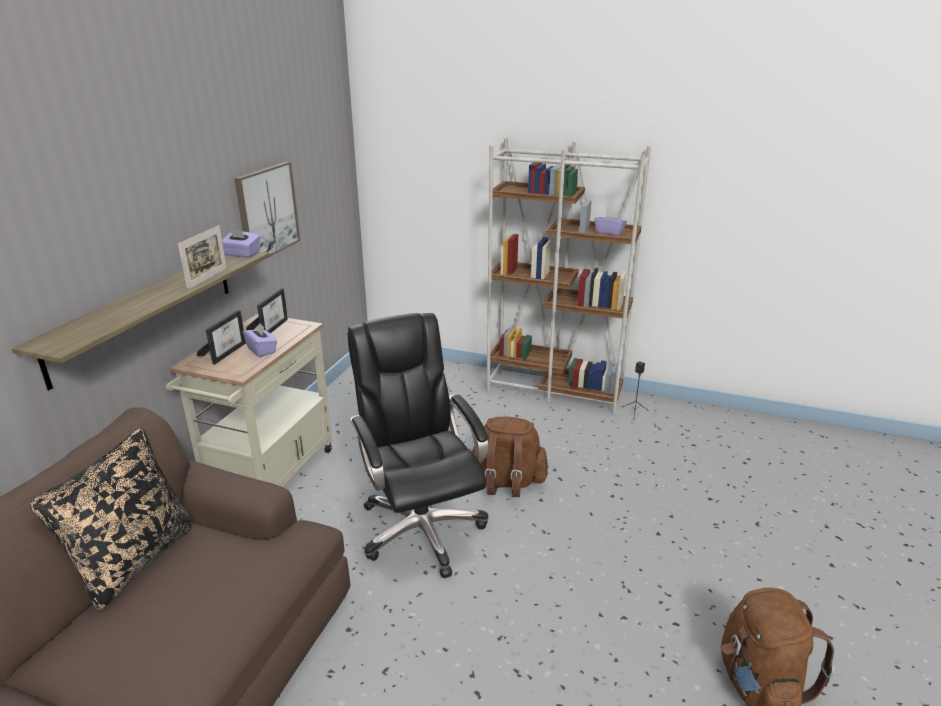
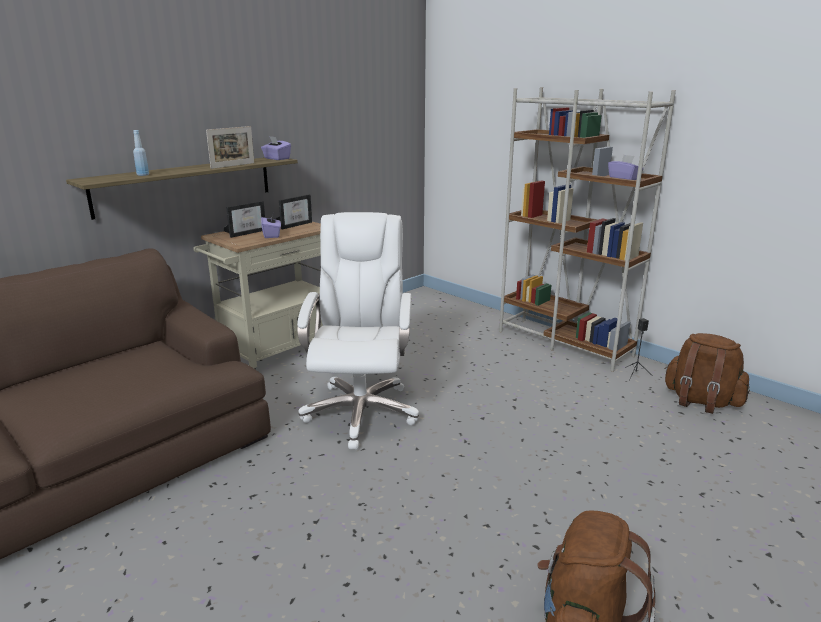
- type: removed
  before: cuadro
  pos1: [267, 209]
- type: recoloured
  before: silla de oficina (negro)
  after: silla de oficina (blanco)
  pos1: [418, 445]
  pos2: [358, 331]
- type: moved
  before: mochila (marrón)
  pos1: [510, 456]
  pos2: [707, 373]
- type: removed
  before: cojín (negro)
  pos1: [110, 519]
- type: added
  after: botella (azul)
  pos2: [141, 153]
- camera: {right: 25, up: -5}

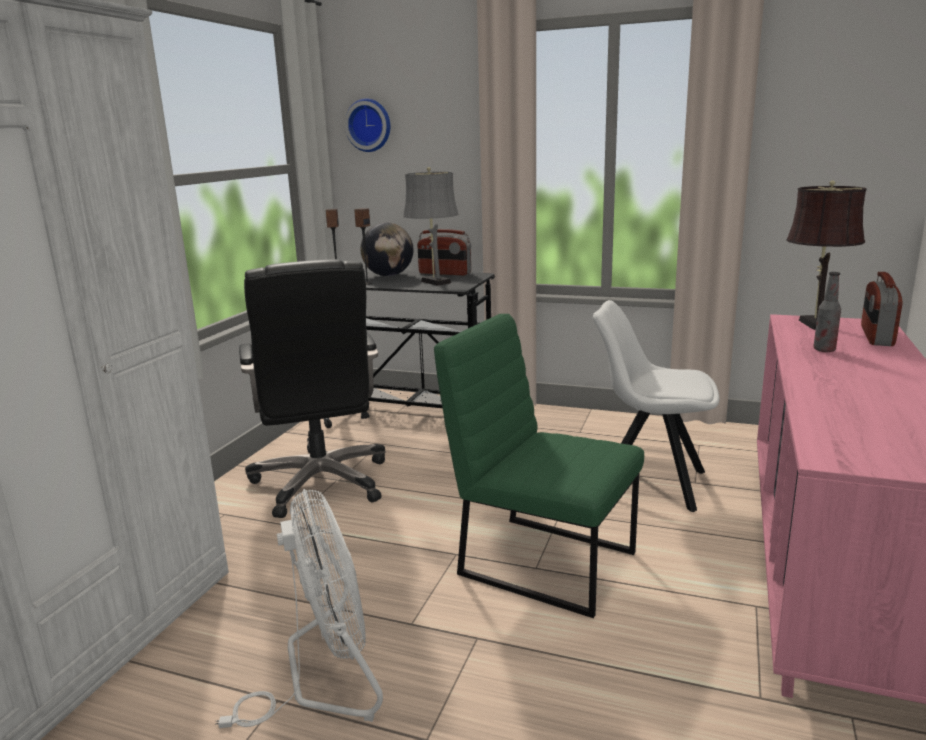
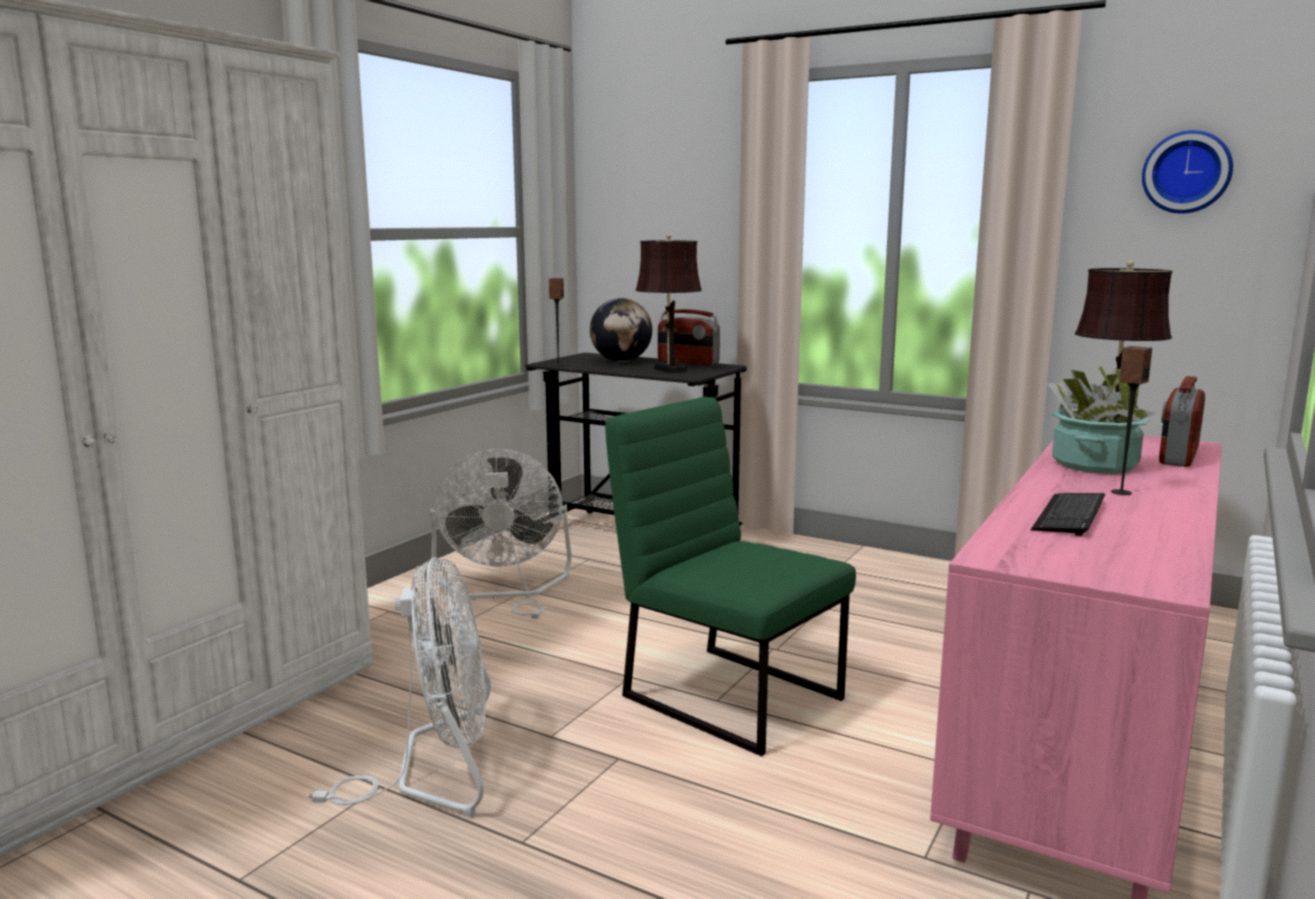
- type: moved
  before: reloj de pared
  pos1: [367, 125]
  pos2: [1187, 172]
- type: recoloured
  before: lámpara de mesa (gris)
  after: lámpara de mesa (marrón)
  pos1: [431, 226]
  pos2: [668, 303]
- type: moved
  before: altavoz
  pos1: [363, 246]
  pos2: [1131, 420]
- type: replaced
  before: silla de oficina (negro)
  after: ventilador (blanco)
  pos1: [312, 388]
  pos2: [501, 534]
- type: replaced
  before: botella
  after: planta en maceta
  pos1: [827, 312]
  pos2: [1101, 419]
- type: removed
  before: silla (blanco)
  pos1: [656, 406]
- type: added
  after: teclado
  pos2: [1068, 514]
- camera: {right: 10, up: -5}

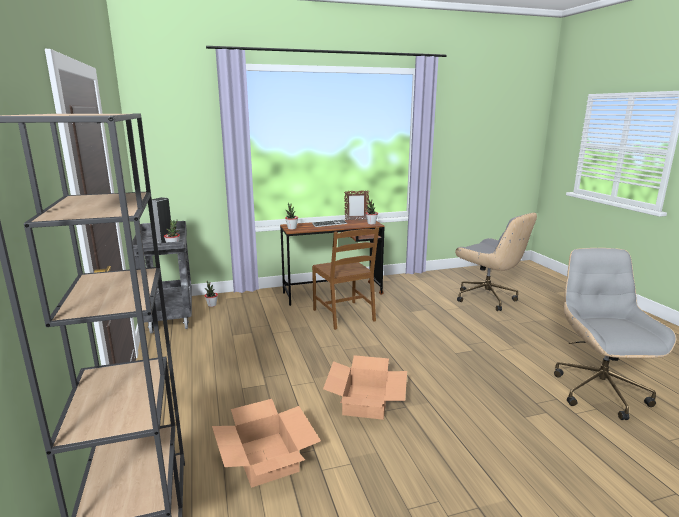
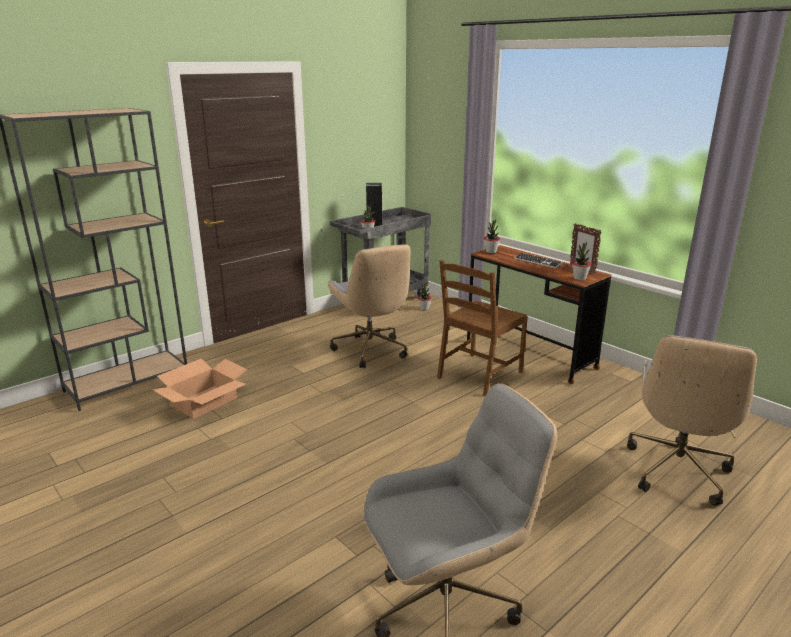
- type: removed
  before: caja de cartón
  pos1: [365, 387]
- type: added
  after: silla de oficina (gris)
  pos2: [369, 306]
- camera: {right: 65, up: 5}

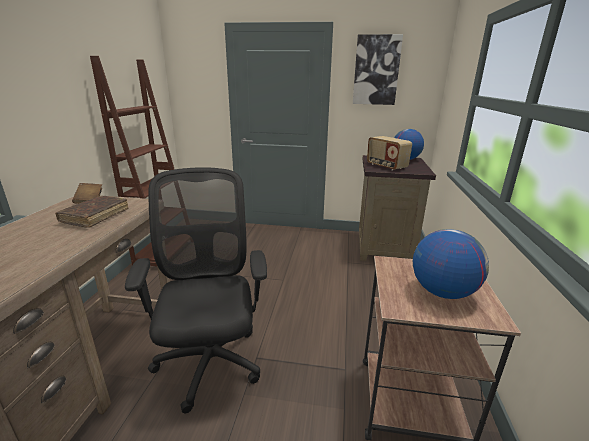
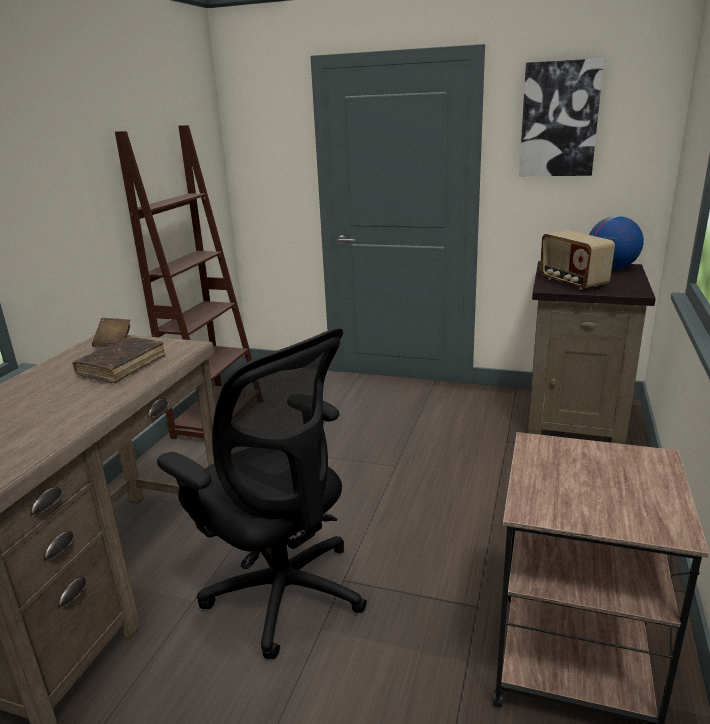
- type: turned
  before: silla de oficina (negro)
  pos1: [196, 290]
  pos2: [262, 493]
  turn: 135
- type: removed
  before: globo terráqueo
  pos1: [451, 264]
- camera: {right: 10, up: 0}

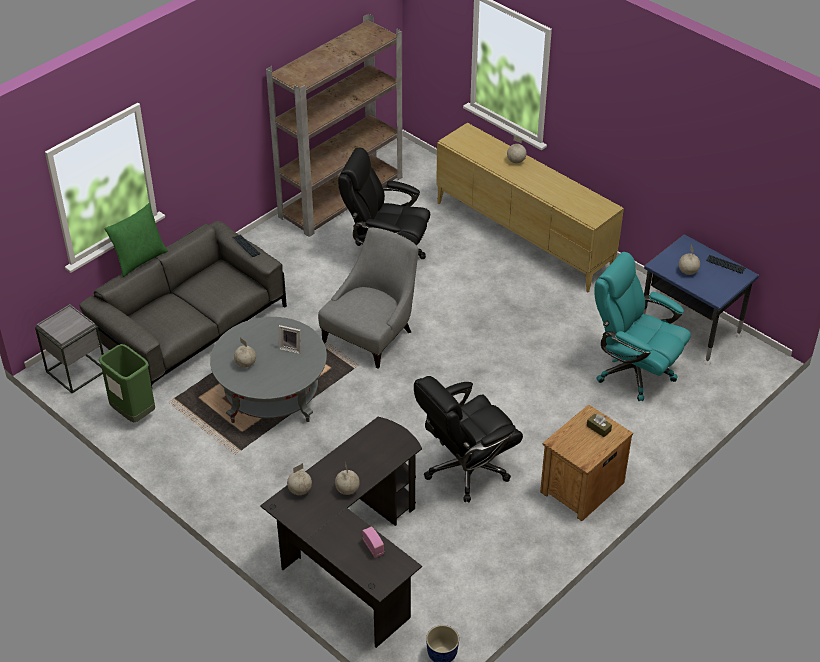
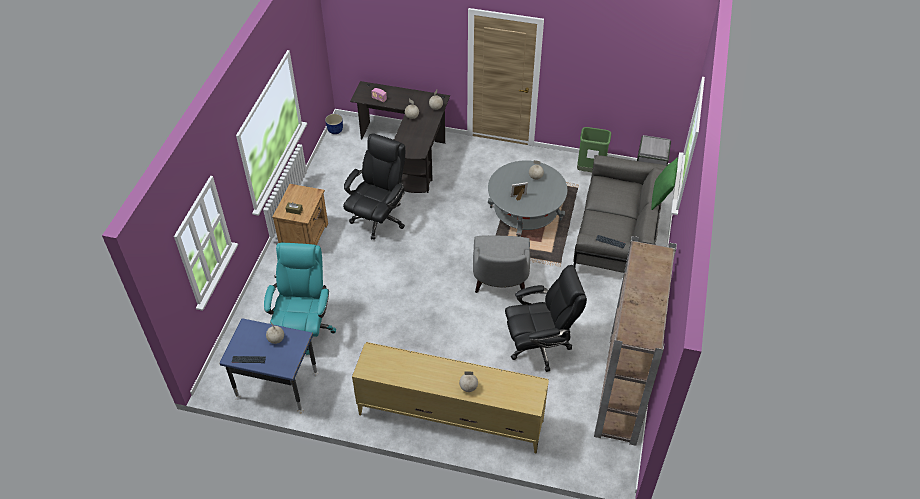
- type: turned
  before: silla de oficina (turquesa)
  pos1: [642, 326]
  pos2: [300, 298]
  turn: -90
- camera: {right: 150, up: 5}

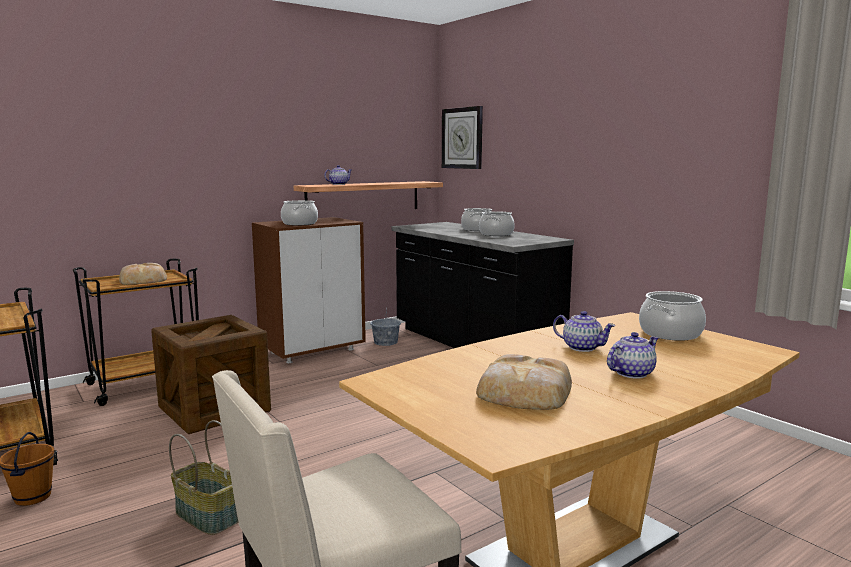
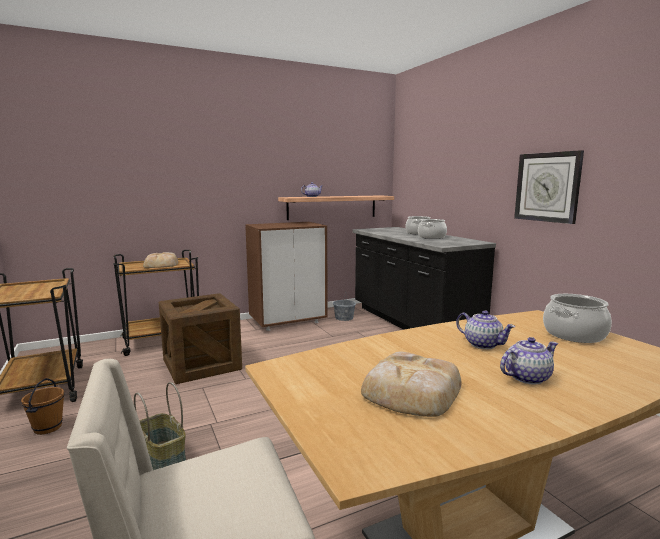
- type: moved
  before: reloj de pared
  pos1: [462, 137]
  pos2: [549, 187]
- type: removed
  before: olla
  pos1: [299, 212]
- camera: {right: 10, up: 0}

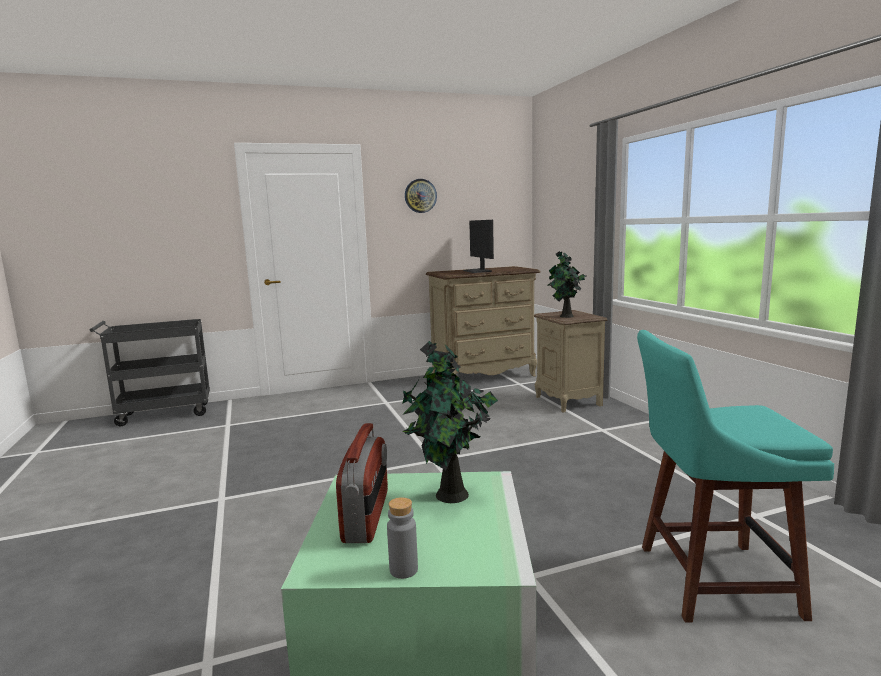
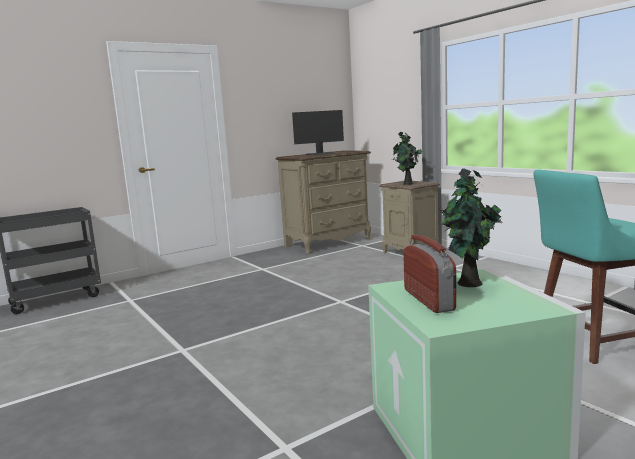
- type: removed
  before: reloj de pared
  pos1: [421, 196]
- type: turned
  before: monitor
  pos1: [478, 246]
  pos2: [318, 133]
  turn: -75
- type: removed
  before: botella (gris)
  pos1: [402, 538]
- camera: {right: -15, up: 0}

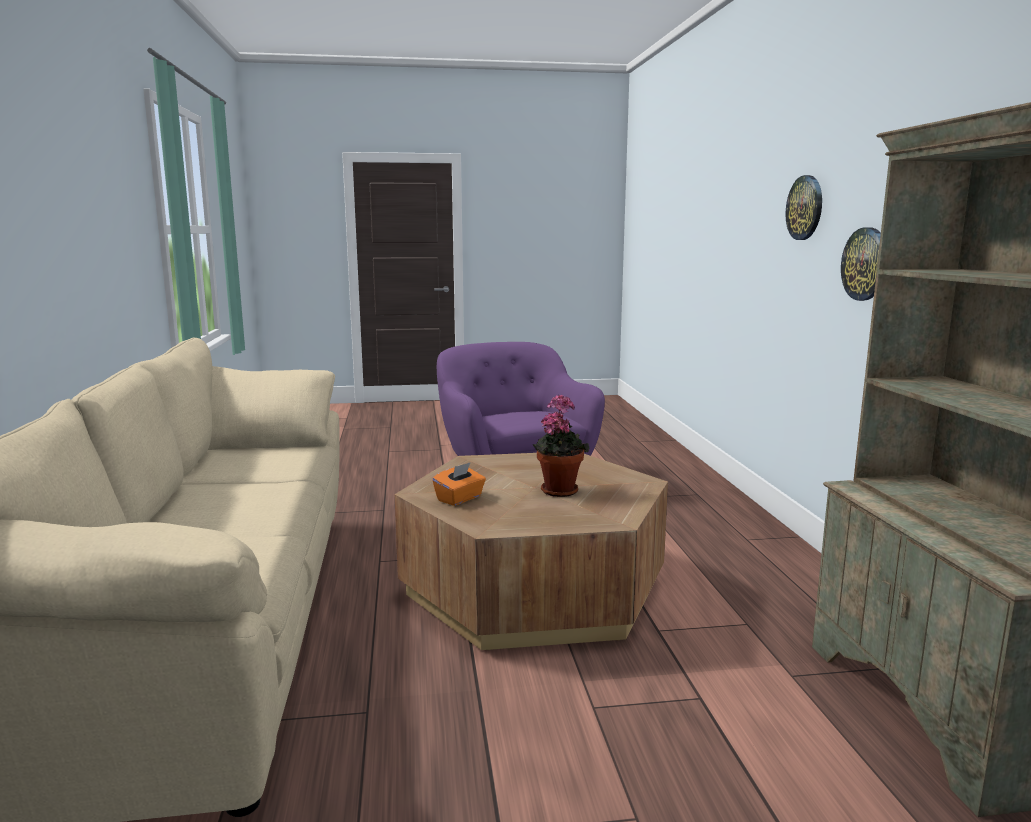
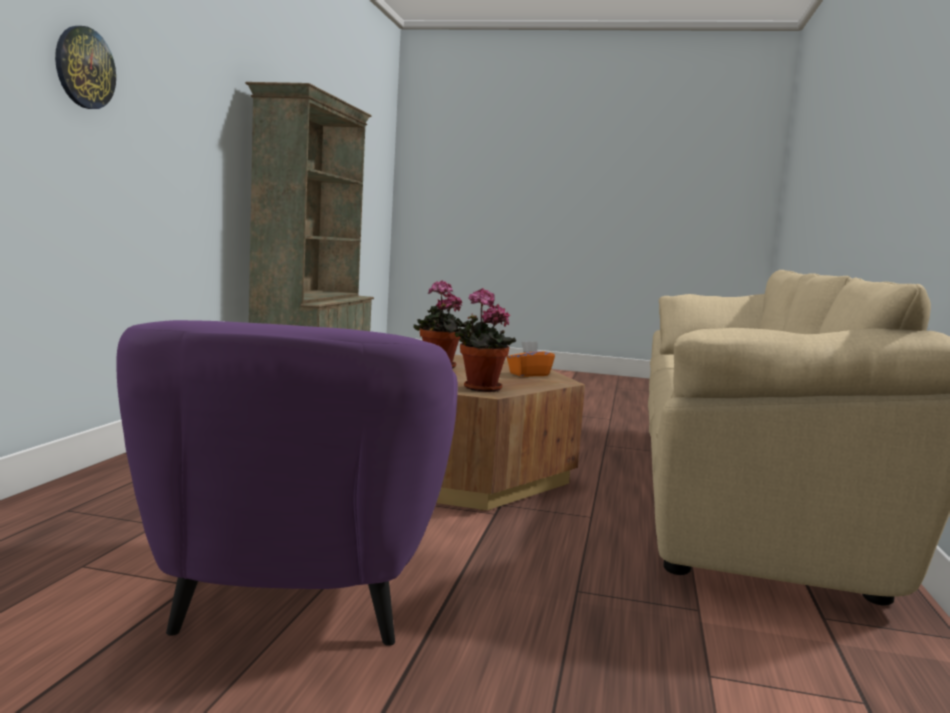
- type: removed
  before: reloj de pared
  pos1: [861, 264]
- type: added
  after: planta en maceta
  pos2: [485, 340]
- camera: {right: -160, up: -5}

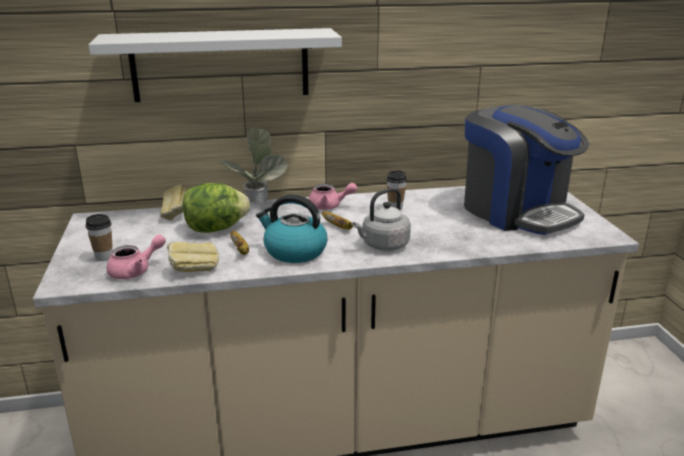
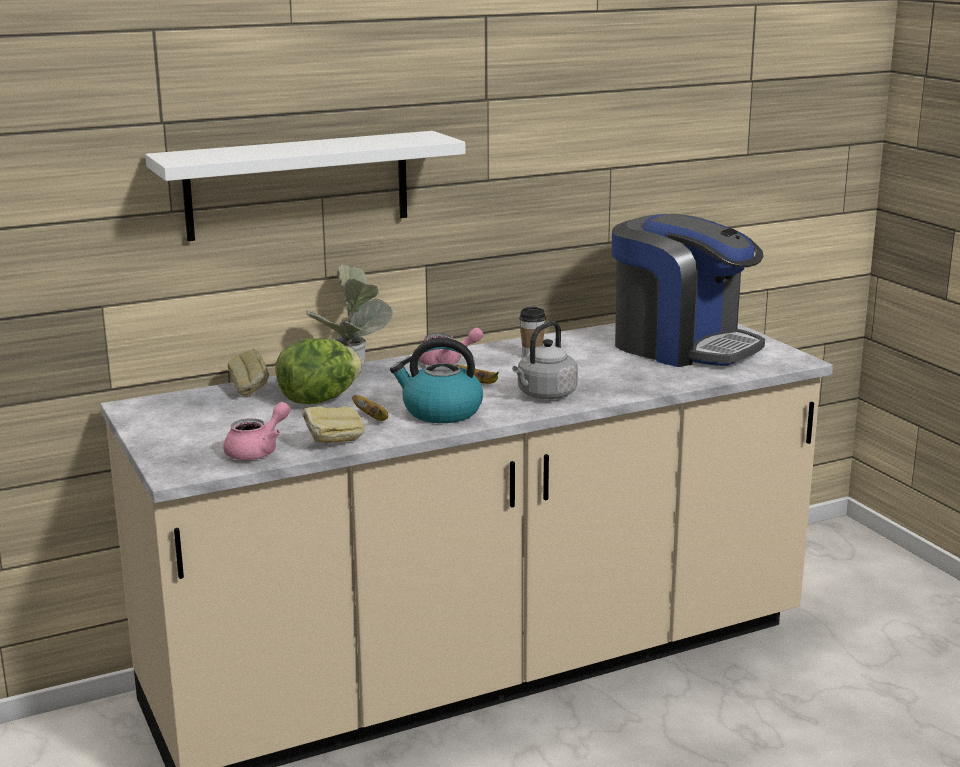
- type: removed
  before: taza
  pos1: [99, 237]
- camera: {right: -15, up: -5}

